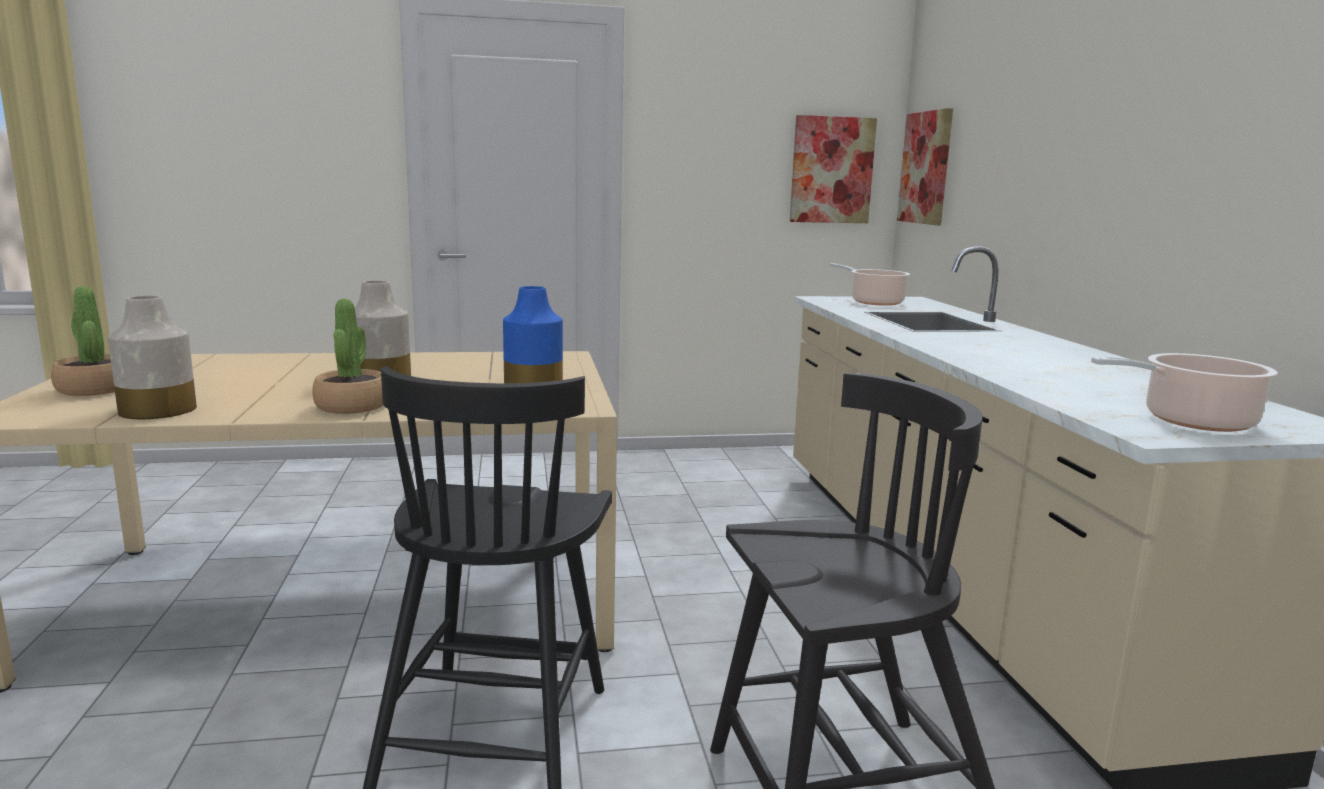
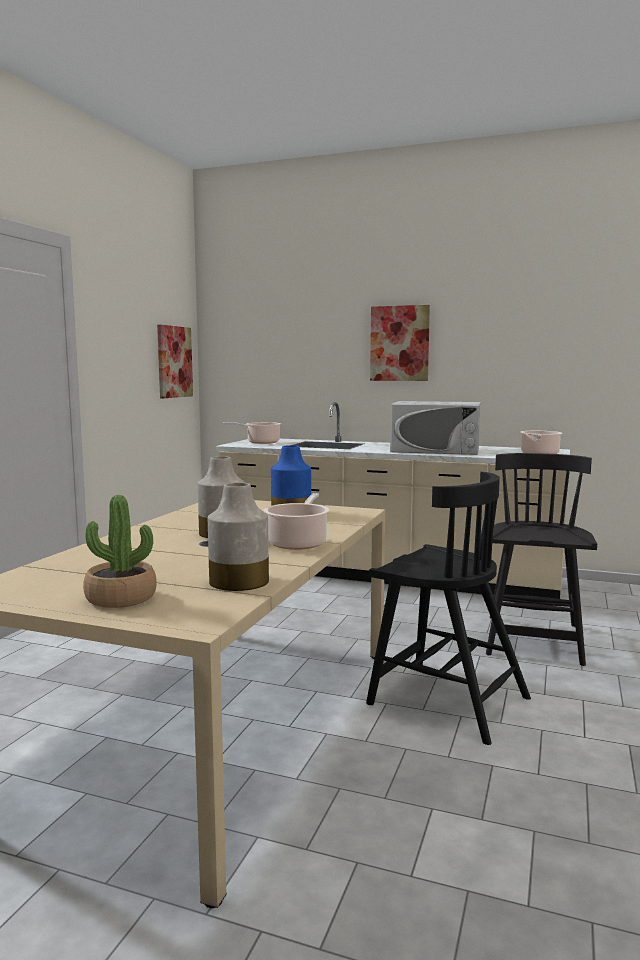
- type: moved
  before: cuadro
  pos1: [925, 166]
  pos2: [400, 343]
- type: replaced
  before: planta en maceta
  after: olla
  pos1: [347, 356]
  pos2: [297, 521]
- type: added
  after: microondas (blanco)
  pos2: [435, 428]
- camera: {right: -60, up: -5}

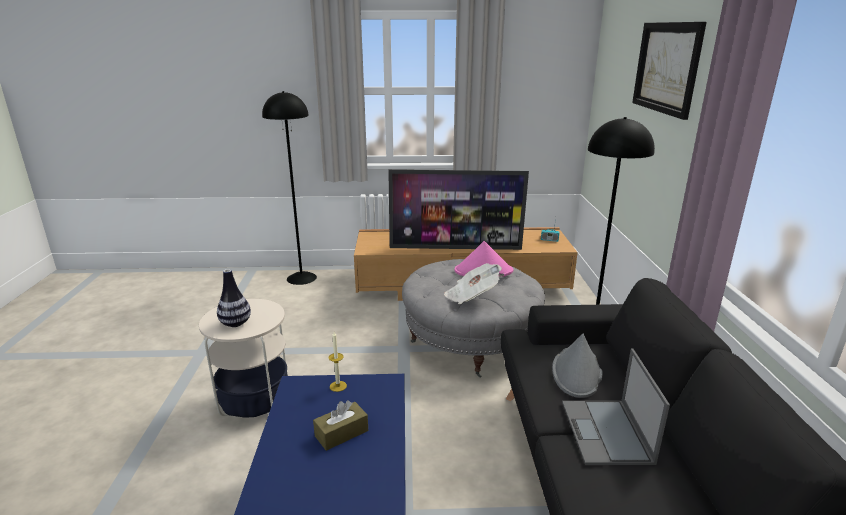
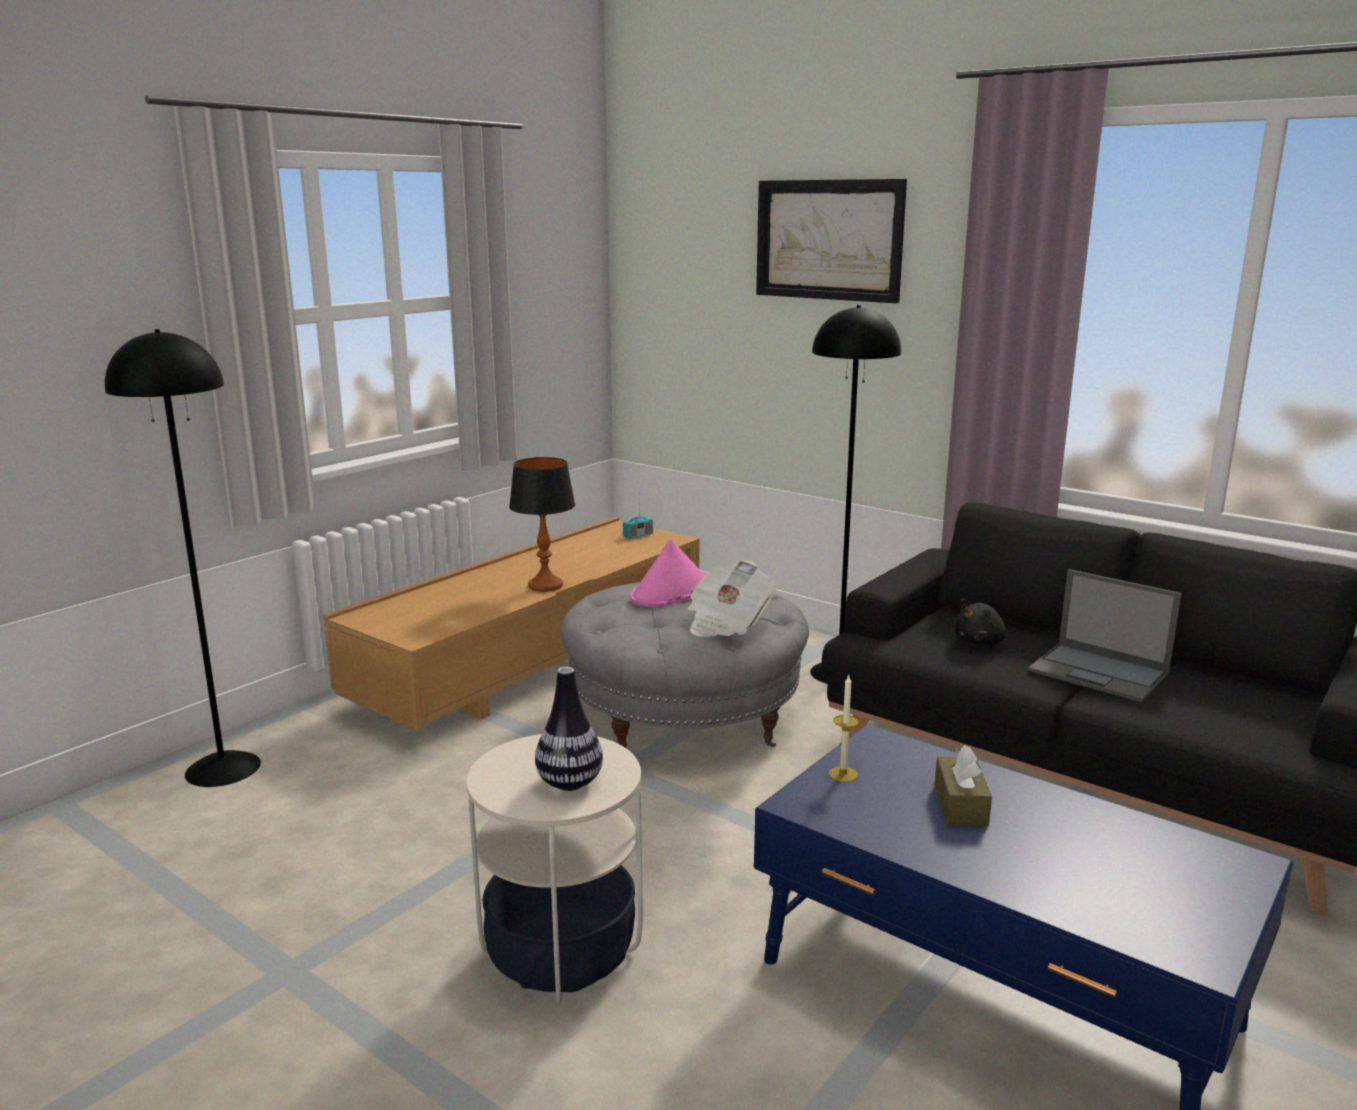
- type: replaced
  before: televisor
  after: lámpara de mesa
  pos1: [458, 209]
  pos2: [542, 524]
- type: replaced
  before: sombrero (gris)
  after: peluche (negro)
  pos1: [577, 365]
  pos2: [981, 622]
- camera: {right: -50, up: -5}

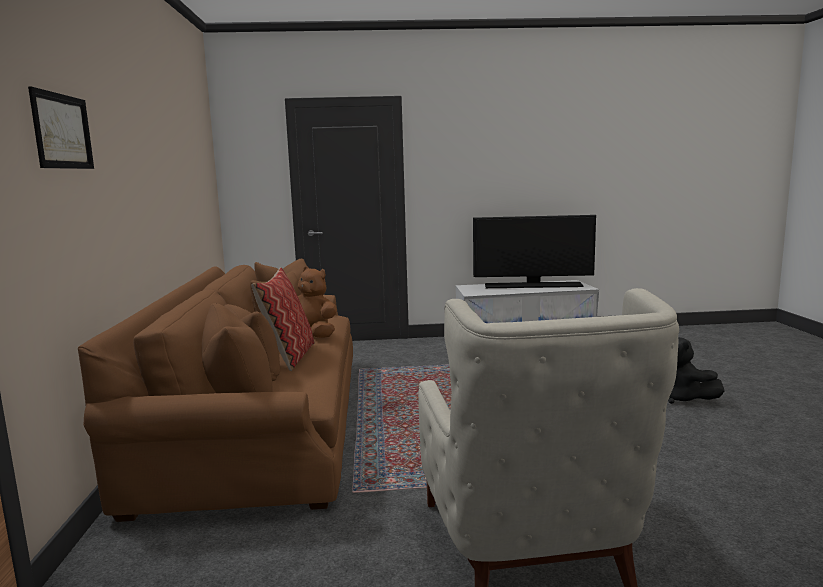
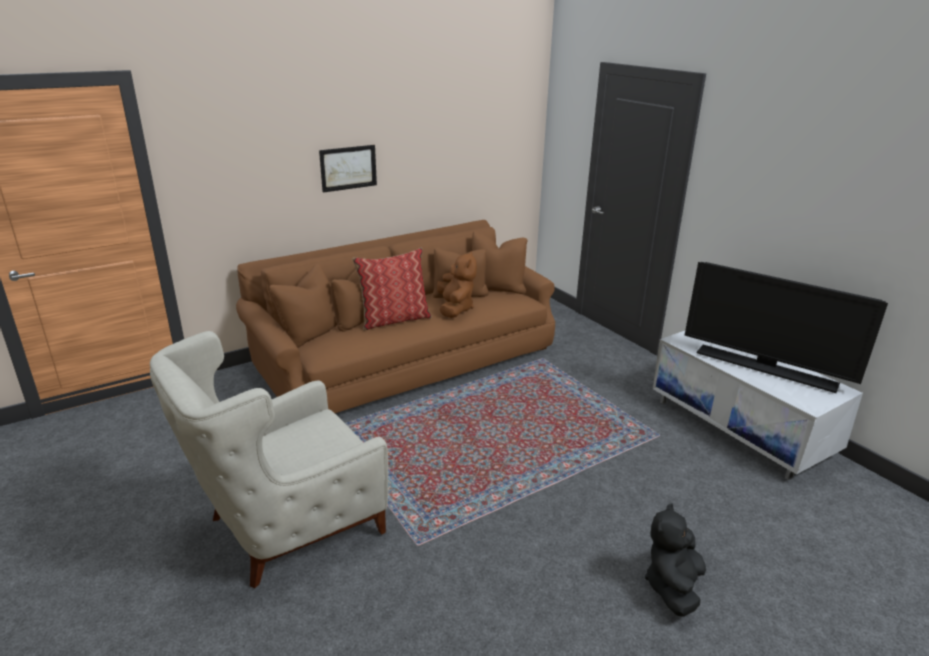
- type: moved
  before: cuadro
  pos1: [61, 127]
  pos2: [348, 169]
- type: turned
  before: televisor
  pos1: [534, 251]
  pos2: [786, 327]
  turn: 150
- camera: {right: 60, up: 15}

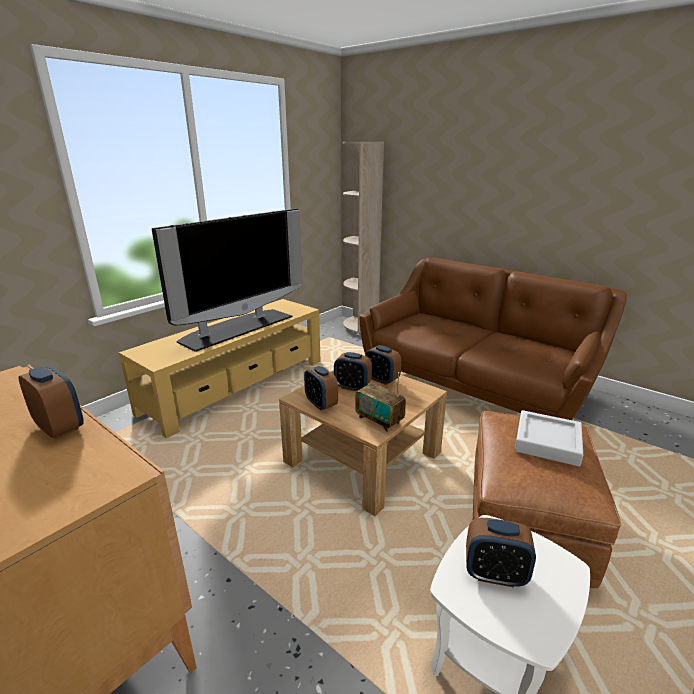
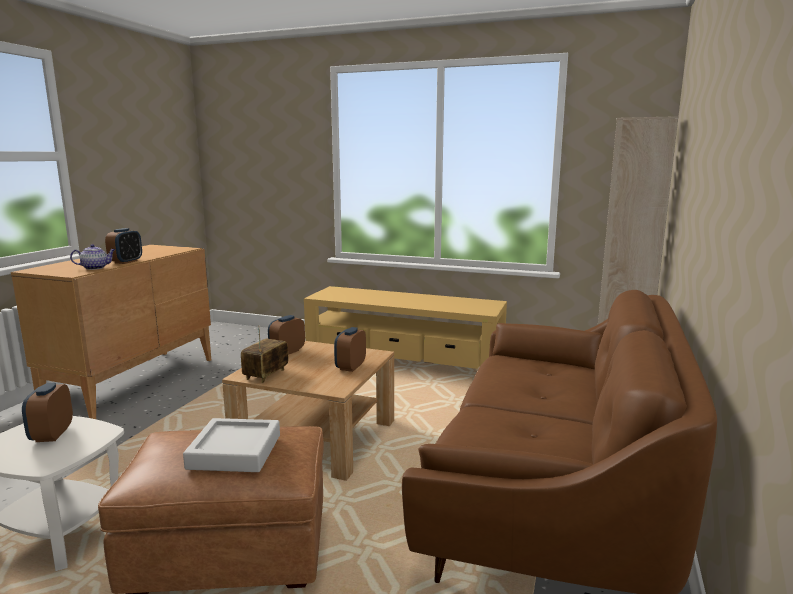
- type: removed
  before: televisor
  pos1: [227, 280]
- type: removed
  before: despertador
  pos1: [353, 371]
- type: added
  after: tetera
  pos2: [93, 257]
- camera: {right: 70, up: -10}

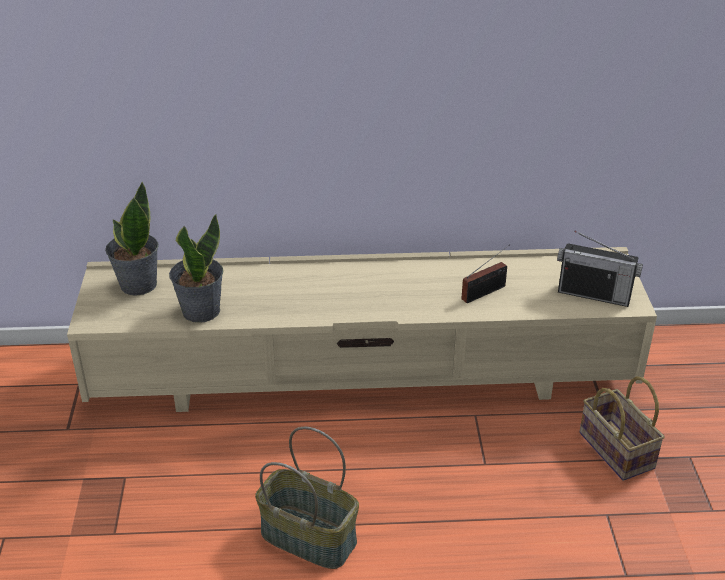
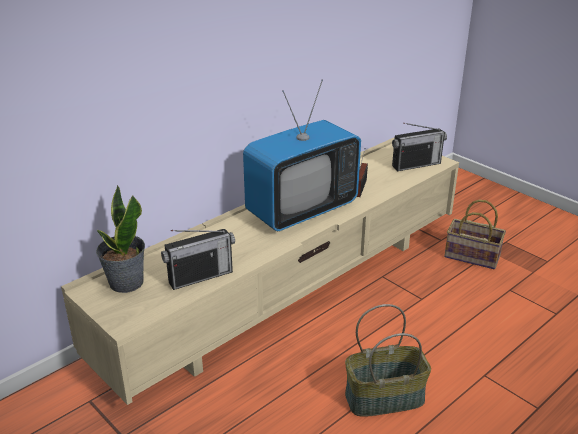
- type: replaced
  before: planta en maceta
  after: radio
  pos1: [196, 268]
  pos2: [198, 259]
- type: added
  after: televisor
  pos2: [302, 155]
- camera: {right: -40, up: -5}

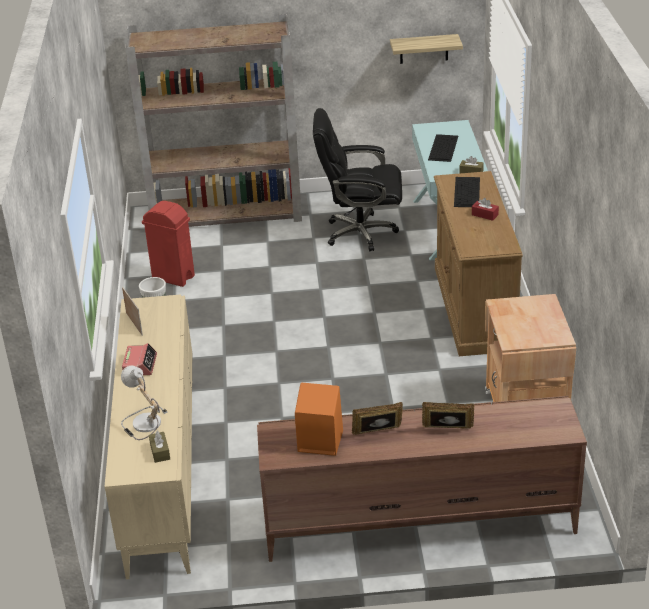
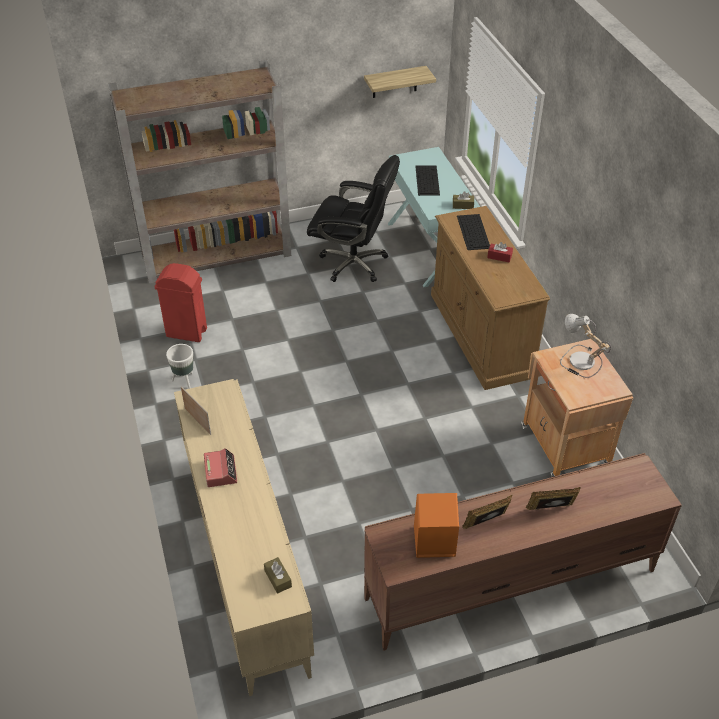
- type: turned
  before: silla de oficina (negro)
  pos1: [357, 179]
  pos2: [353, 218]
  turn: -150
- type: moved
  before: lámpara de mesa
  pos1: [144, 403]
  pos2: [585, 346]
- camera: {right: -15, up: 10}

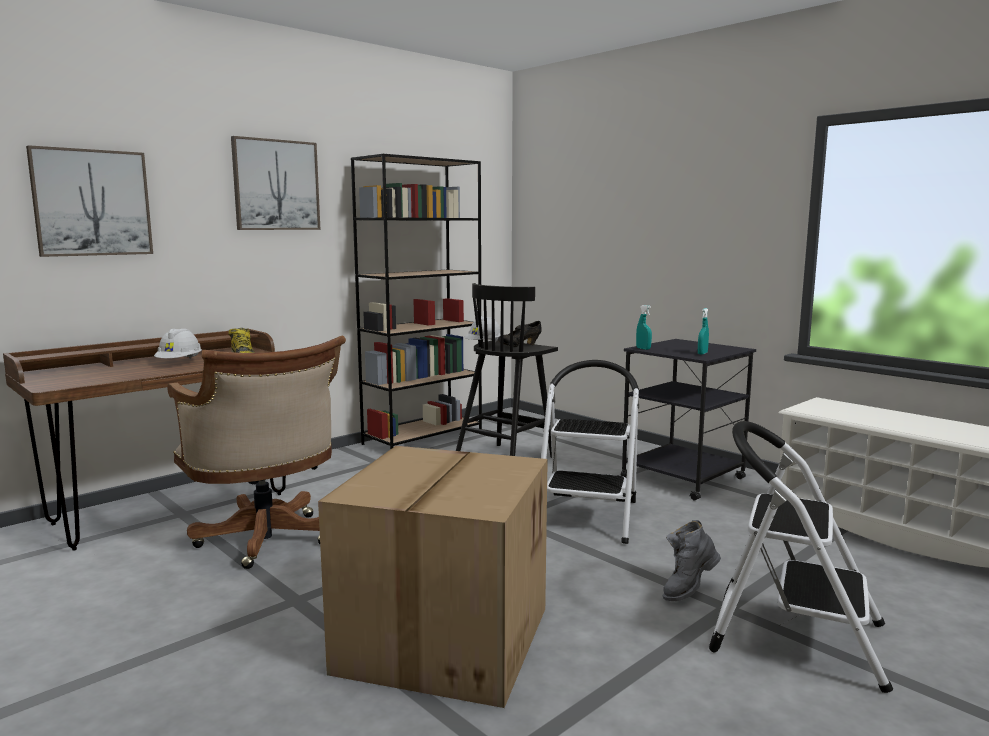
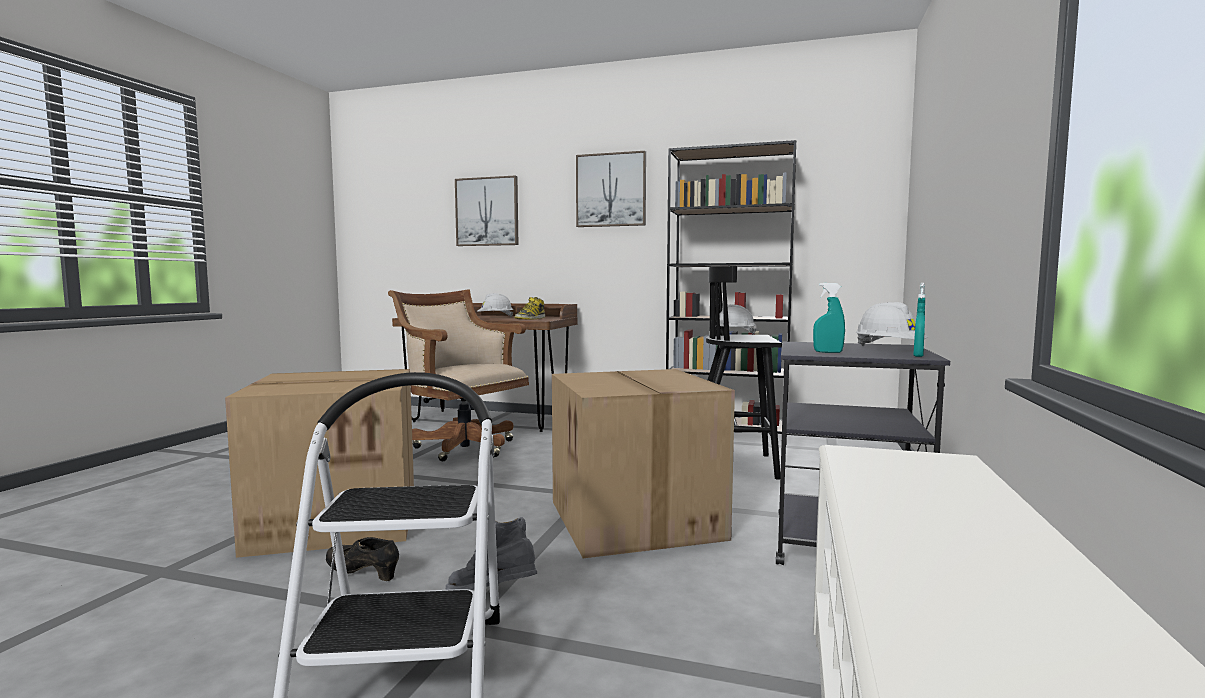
- type: moved
  before: pulverizador (turquesa)
  pos1: [644, 327]
  pos2: [919, 320]
- type: moved
  before: zapato (negro)
  pos1: [519, 334]
  pos2: [362, 559]
- type: turned
  before: silla de oficina
  pos1: [256, 452]
  pos2: [458, 375]
  turn: 105
- type: replaced
  before: escalera de tijera
  after: caja de cartón
  pos1: [590, 452]
  pos2: [643, 463]
- type: added
  after: casco (blanco)
  pos2: [892, 324]
- camera: {right: 60, up: -5}

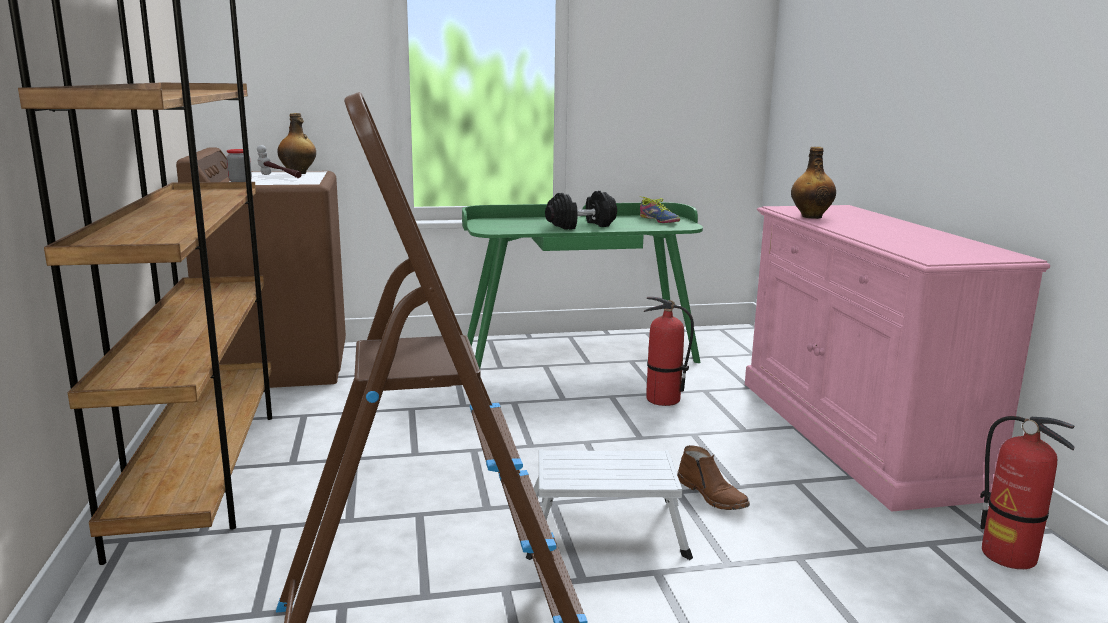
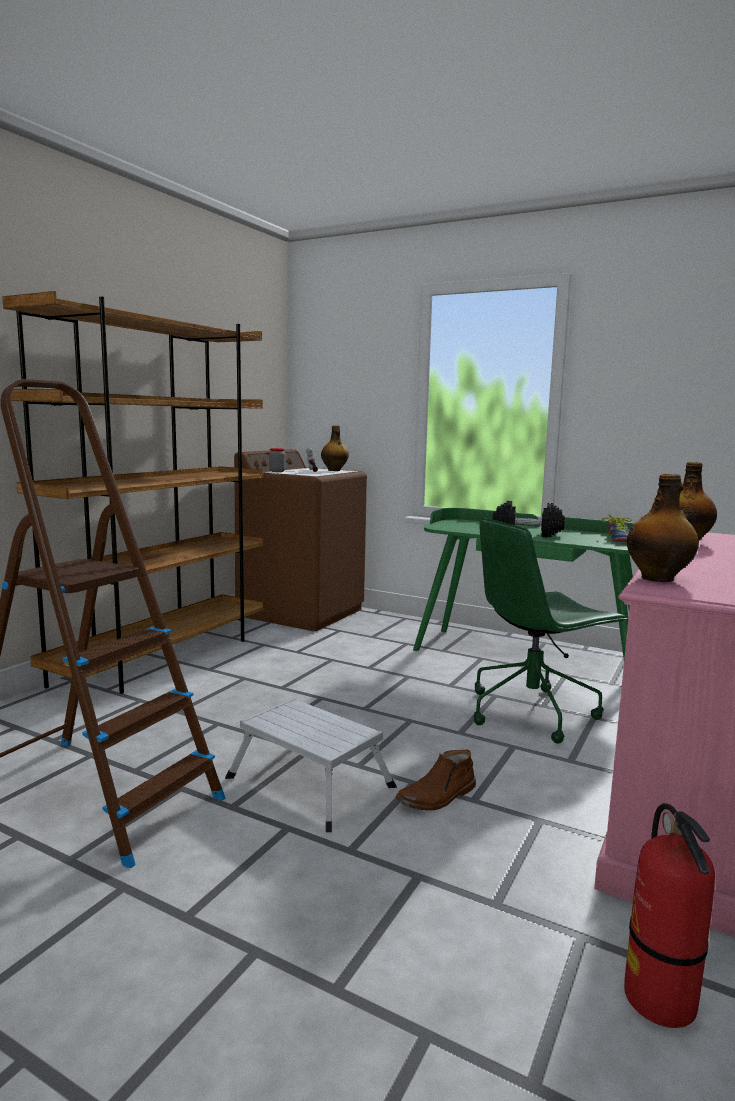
- type: replaced
  before: extintor
  after: silla de oficina (verde)
  pos1: [669, 351]
  pos2: [551, 631]
- type: turned
  before: bota (marrón)
  pos1: [713, 477]
  pos2: [435, 780]
  turn: 45
- type: added
  after: botella
  pos2: [663, 528]
- camera: {right: 40, up: -5}

